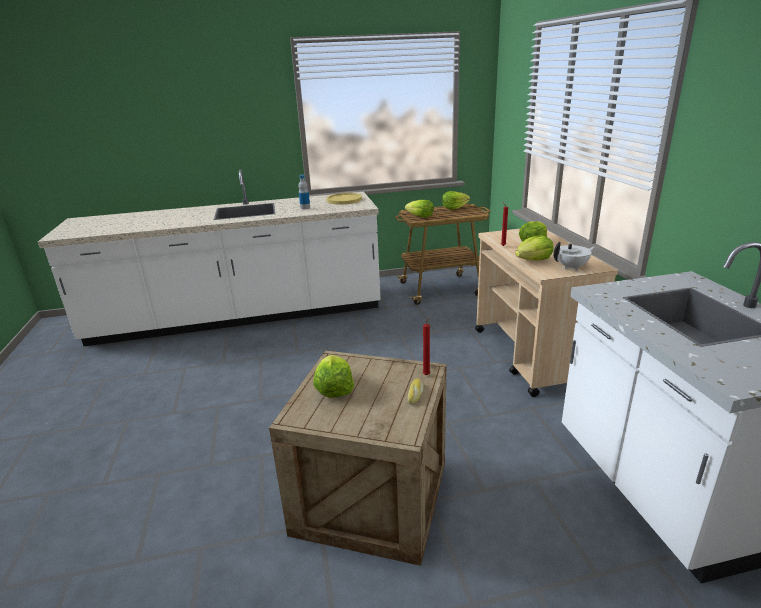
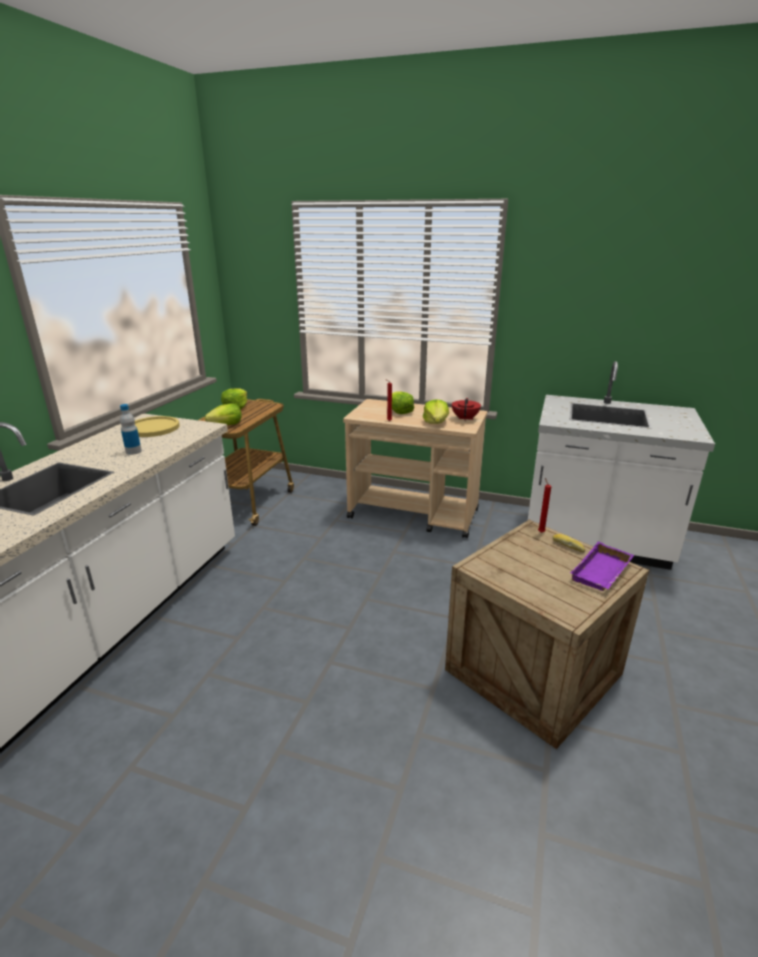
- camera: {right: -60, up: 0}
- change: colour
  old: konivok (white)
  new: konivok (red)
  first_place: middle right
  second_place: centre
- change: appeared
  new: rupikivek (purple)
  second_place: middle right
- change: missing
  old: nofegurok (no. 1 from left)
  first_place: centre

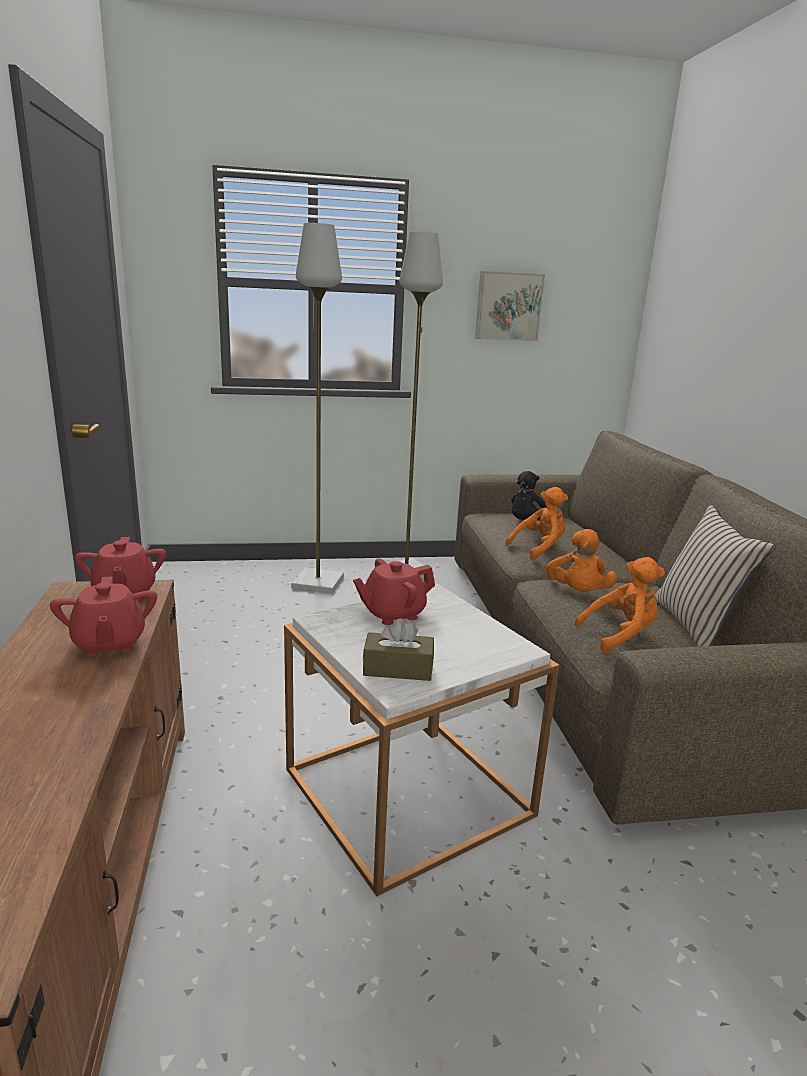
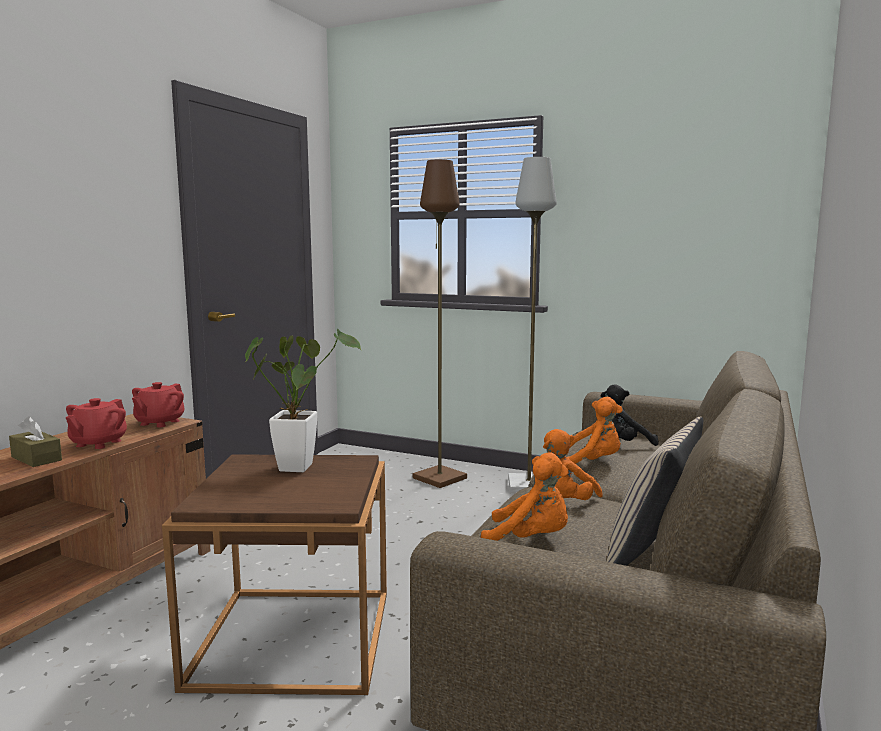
- camera: {right: 35, up: -10}
- change: relocated
  old: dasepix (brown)
  first_place: centre
  second_place: middle left
- change: colour
  old: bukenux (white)
  new: bukenux (brown)
  first_place: bottom centre
  second_place: bottom left
- change: exchanged
  old: konivok (red) (no. 3 from left)
  new: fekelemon
  first_place: centre
  second_place: centre
- change: colour
  old: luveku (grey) (no. 1 from left)
  new: luveku (brown)
  first_place: centre
  second_place: centre
- change: missing
  old: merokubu
  first_place: top centre

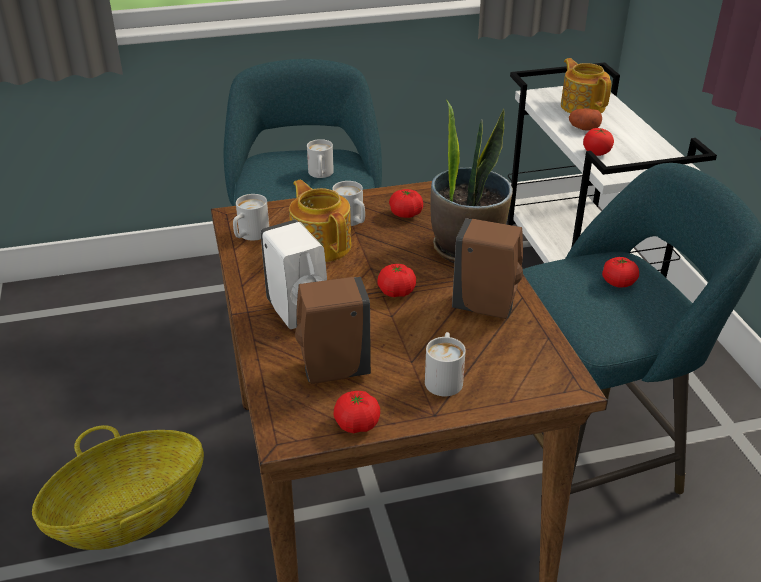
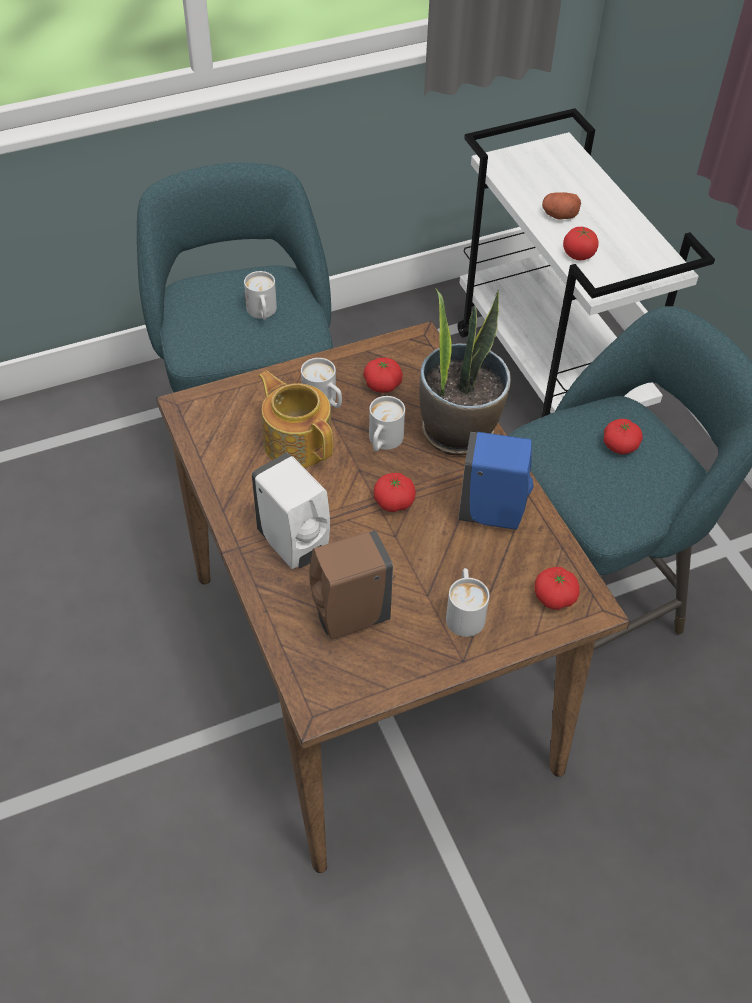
- camera: {right: -10, up: 15}
- change: relocated
  old: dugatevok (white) (no. 1 from left in the first image)
  new: dugatevok (white) (no. 3 from left)
  first_place: middle left
  second_place: centre
- change: colour
  old: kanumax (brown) (no. 2 from left)
  new: kanumax (blue)
  first_place: centre
  second_place: centre
- change: relocated
  old: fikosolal (no. 1 from left in the first image)
  new: fikosolal (no. 3 from left)
  first_place: bottom centre
  second_place: middle right
- change: missing
  old: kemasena
  first_place: bottom left
- change: missing
  old: konivok (no. 2 from left)
  first_place: top right

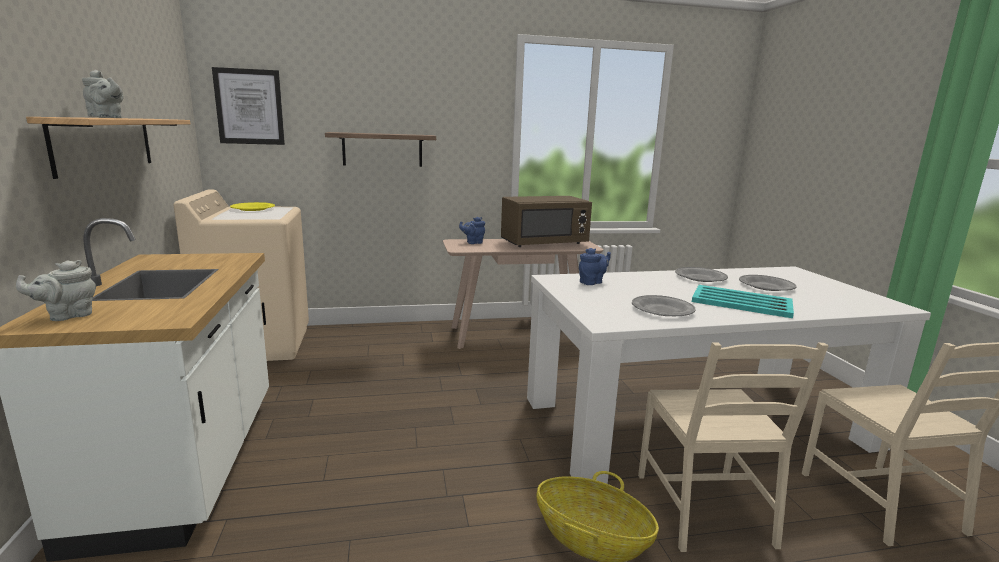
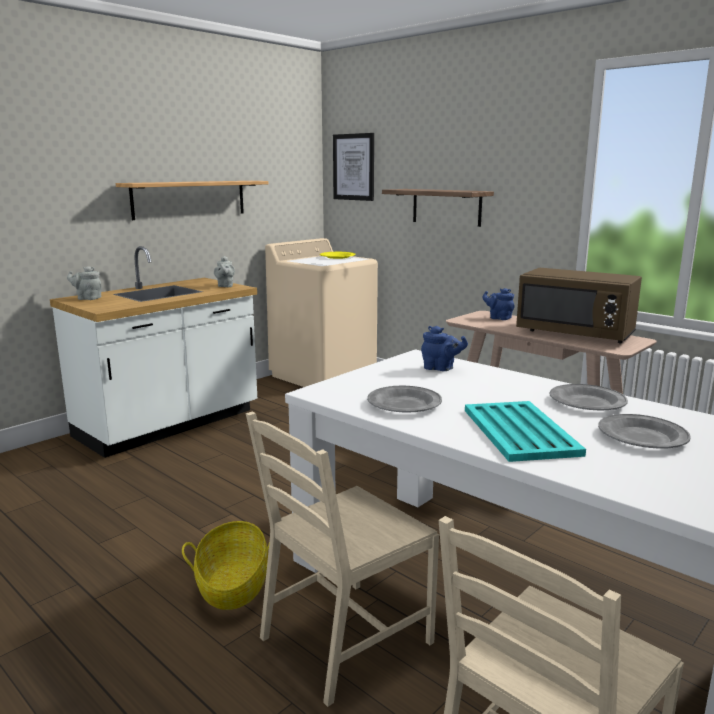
- camera: {right: 55, up: 0}
- change: relocated
  old: konivok (grey) (no. 2 from left)
  first_place: top left
  second_place: middle left

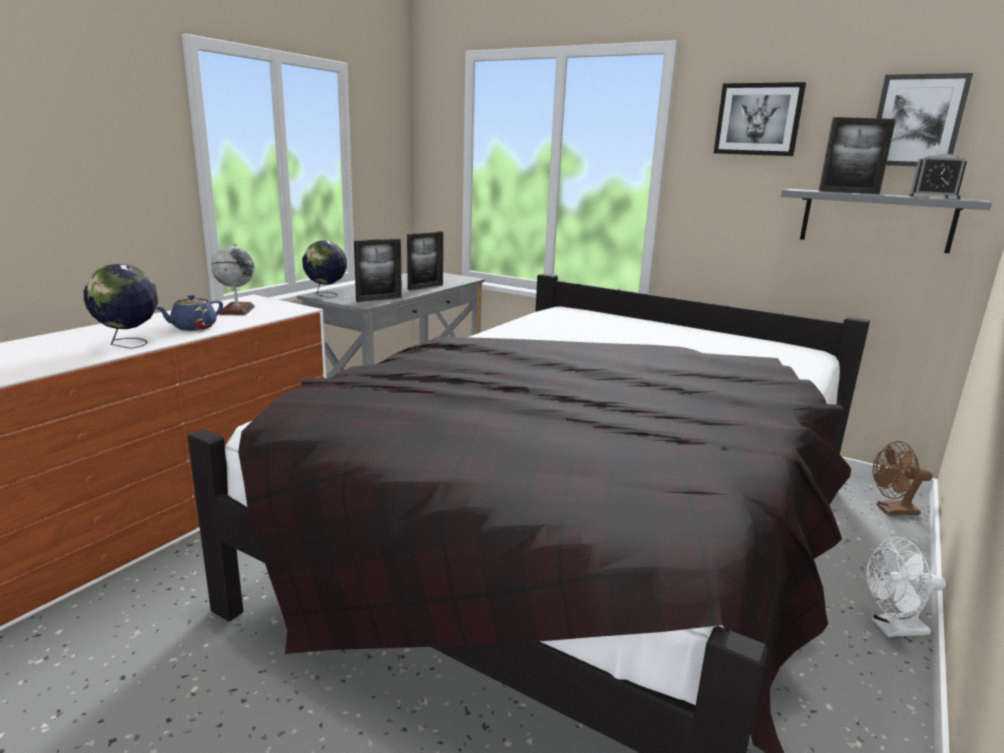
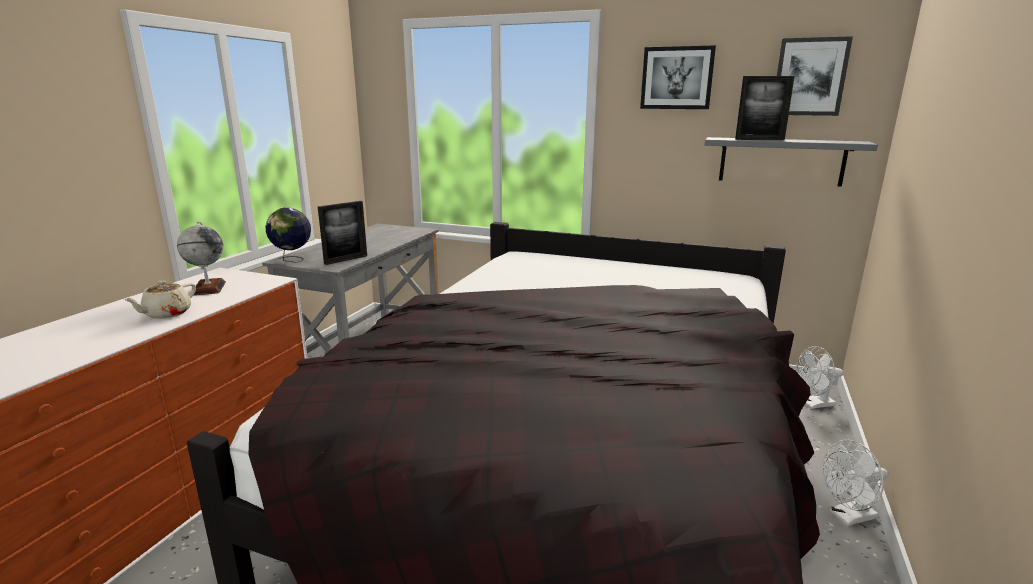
- camera: {right: -10, up: 0}
- change: colour
  old: konivok (blue)
  new: konivok (beige)
  first_place: middle left
  second_place: middle left
- change: colour
  old: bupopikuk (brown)
  new: bupopikuk (white) (no. 1 from left)
  first_place: middle right
  second_place: middle right
- change: missing
  old: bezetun (no. 1 from left)
  first_place: middle left
- change: missing
  old: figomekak (no. 2 from left)
  first_place: centre
- change: missing
  old: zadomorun
  first_place: top right

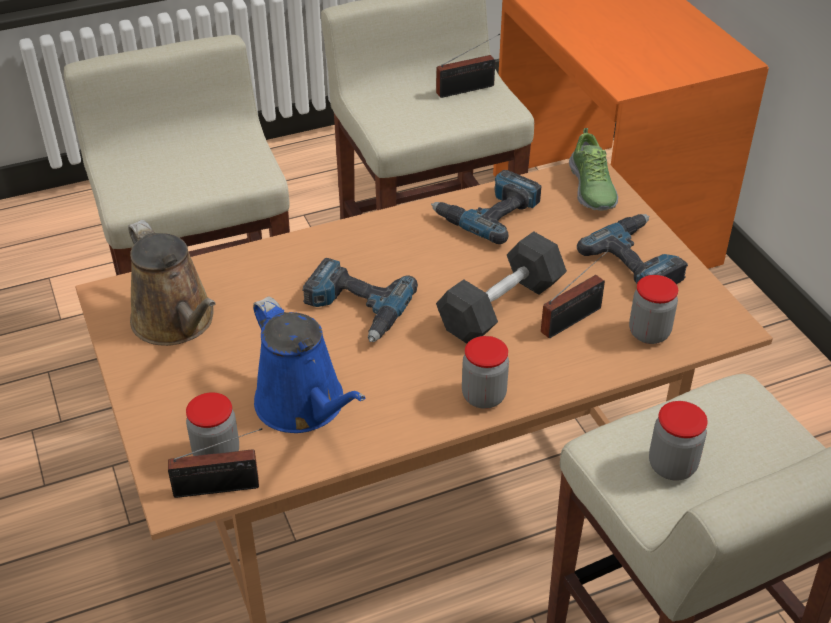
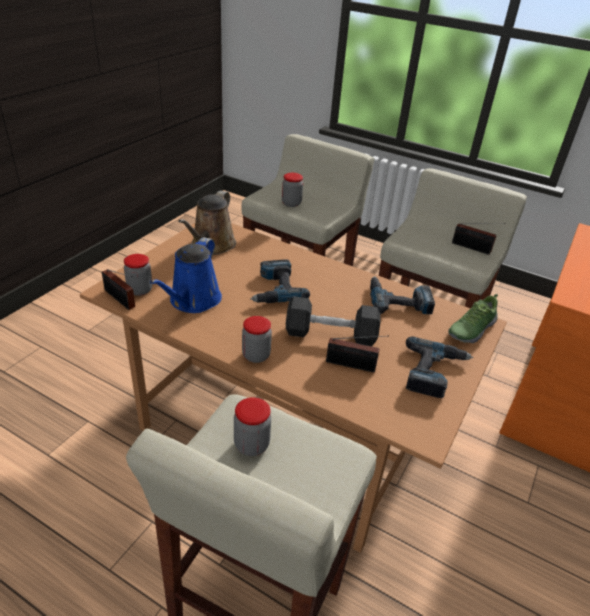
- camera: {right: 50, up: -5}
- change: relocated
  old: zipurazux (no. 3 from left in the first image)
  new: zipurazux (no. 4 from left)
  first_place: middle right
  second_place: top centre

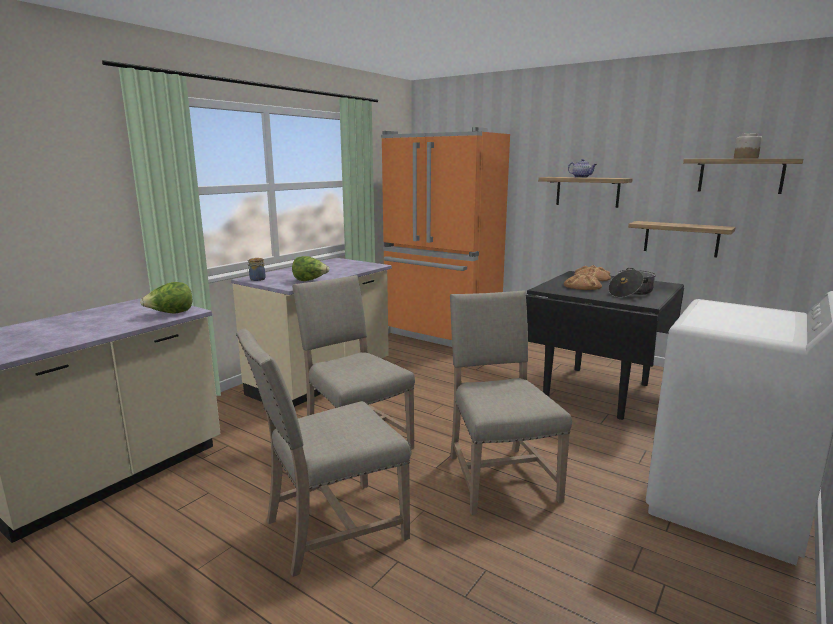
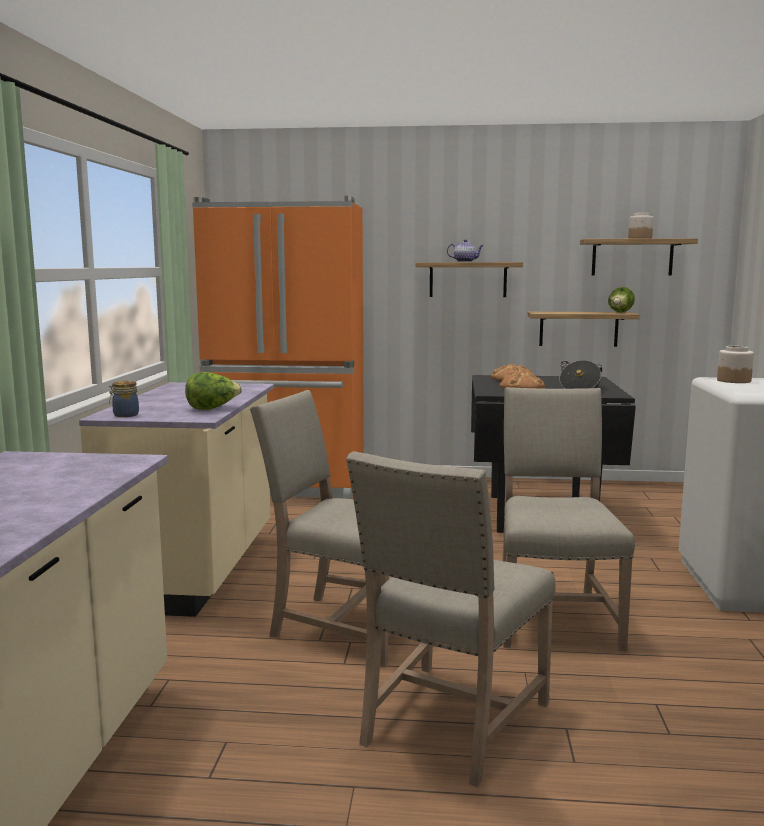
- camera: {right: -30, up: -5}
- change: spun
  old: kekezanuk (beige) (no. 3 from left)
  first_place: centre
  second_place: middle right
  degrees: 45
- change: relocated
  old: nofegurok (no. 1 from left in the first image)
  new: nofegurok (no. 2 from left)
  first_place: middle left
  second_place: middle right
- change: appeared
  new: zipurazux (no. 3 from left)
  second_place: middle right

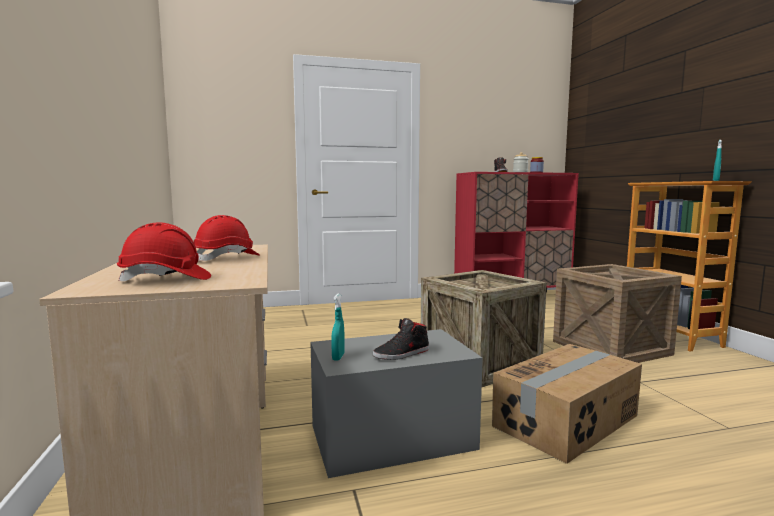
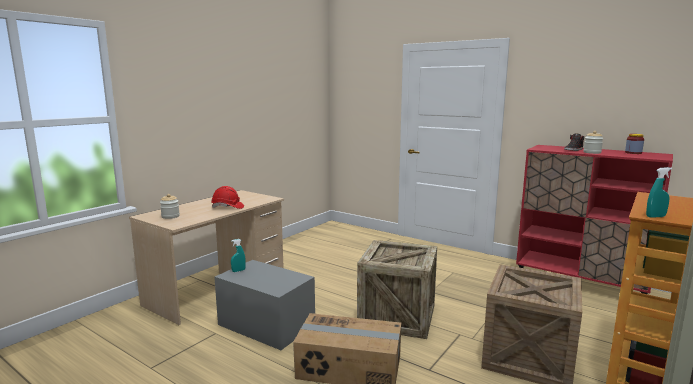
- camera: {right: 50, up: 5}
- change: exchanged
  old: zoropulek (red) (no. 1 from left)
  new: zipurazux (no. 1 from left)
  first_place: middle left
  second_place: middle left
- change: missing
  old: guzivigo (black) (no. 1 from left)
  first_place: centre

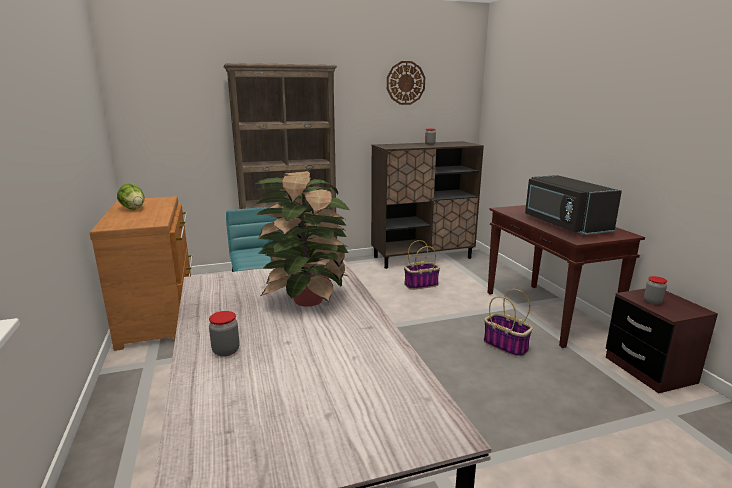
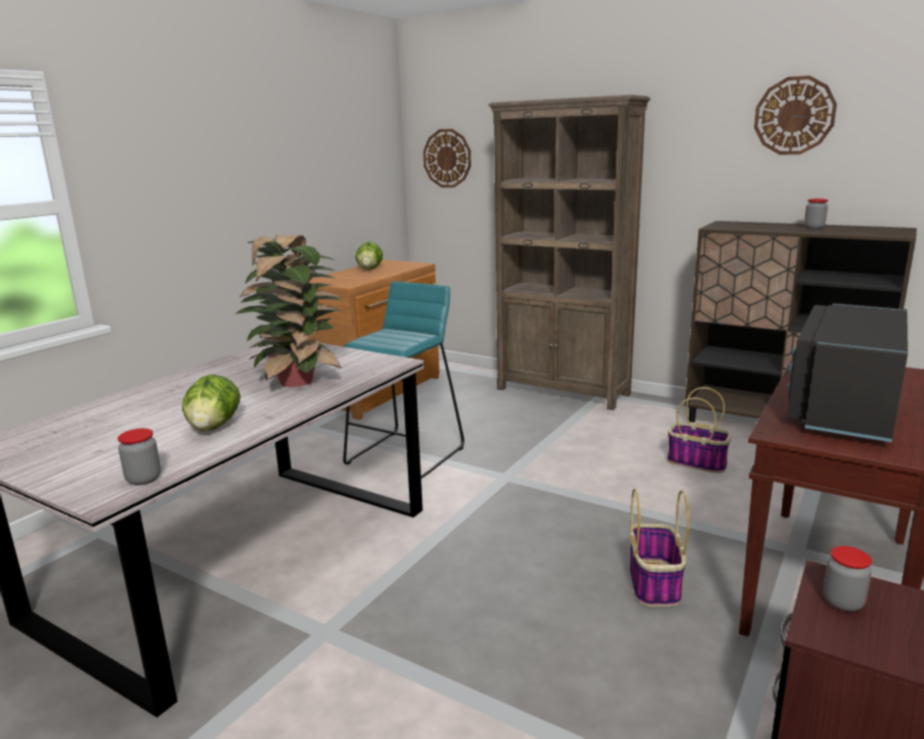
- camera: {right: 50, up: 0}
- change: relocated
  old: zipurazux (no. 1 from left)
  first_place: bottom left
  second_place: middle left
- change: appeared
  new: nofegurok (no. 1 from left)
  second_place: middle left
- change: appeared
  new: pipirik (no. 1 from left)
  second_place: top centre

